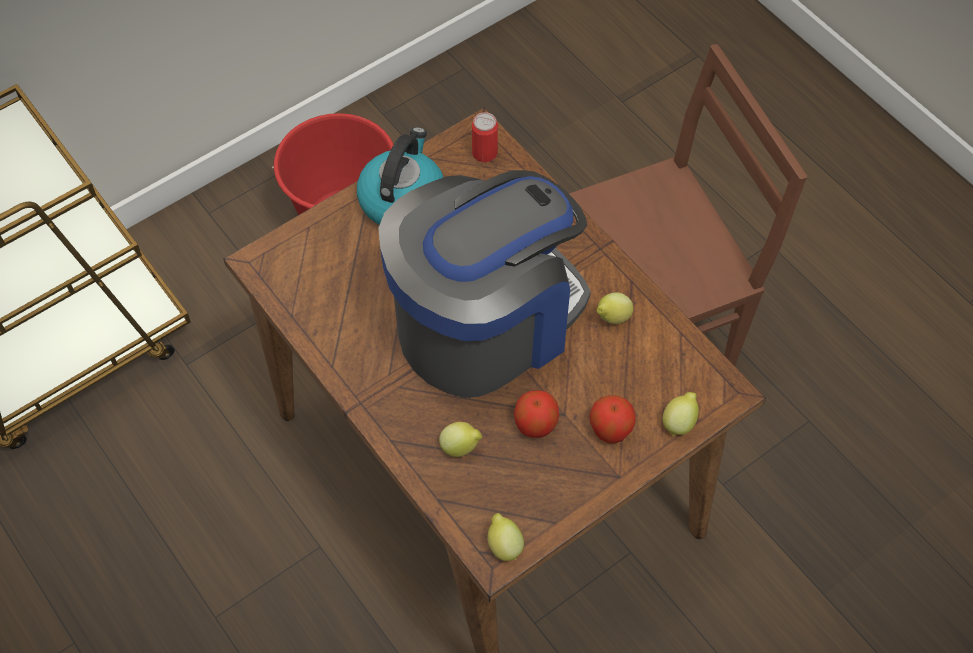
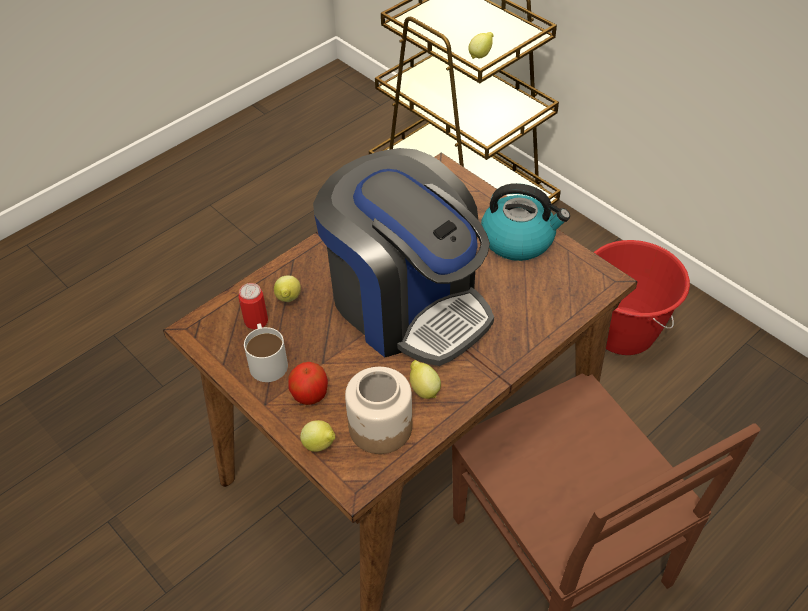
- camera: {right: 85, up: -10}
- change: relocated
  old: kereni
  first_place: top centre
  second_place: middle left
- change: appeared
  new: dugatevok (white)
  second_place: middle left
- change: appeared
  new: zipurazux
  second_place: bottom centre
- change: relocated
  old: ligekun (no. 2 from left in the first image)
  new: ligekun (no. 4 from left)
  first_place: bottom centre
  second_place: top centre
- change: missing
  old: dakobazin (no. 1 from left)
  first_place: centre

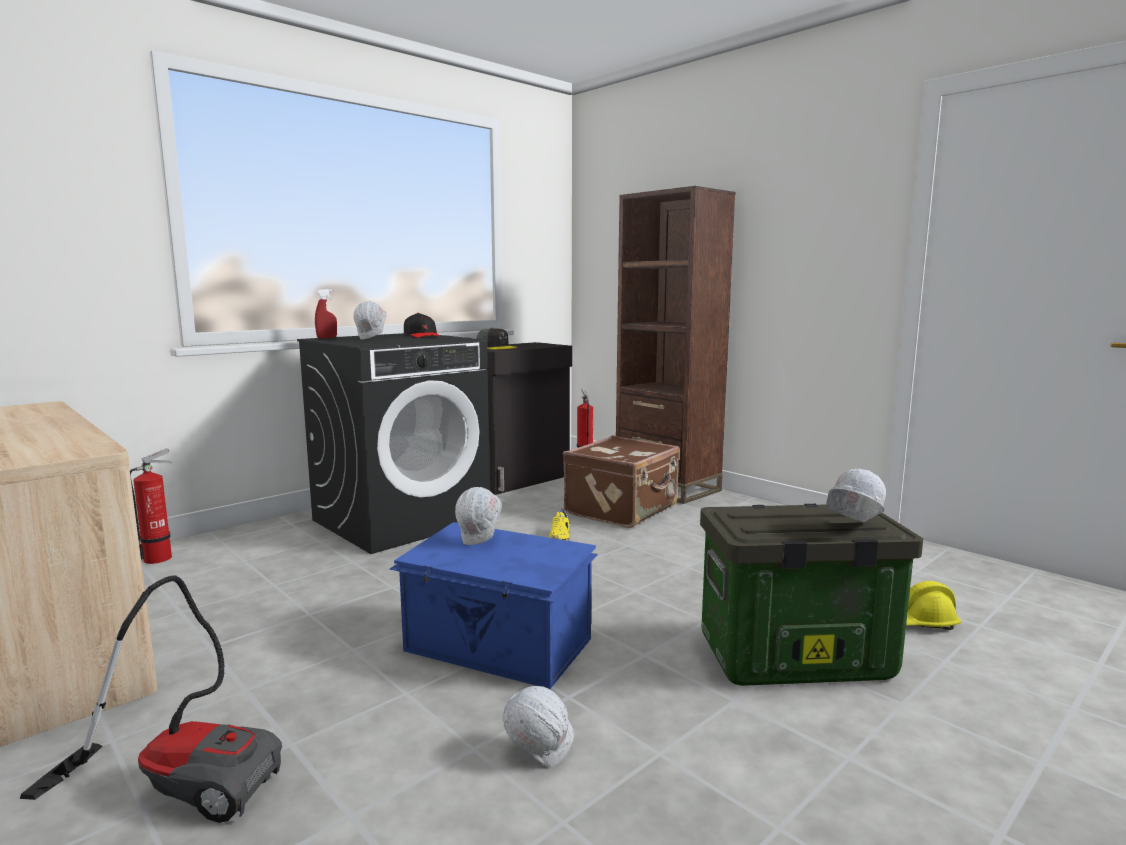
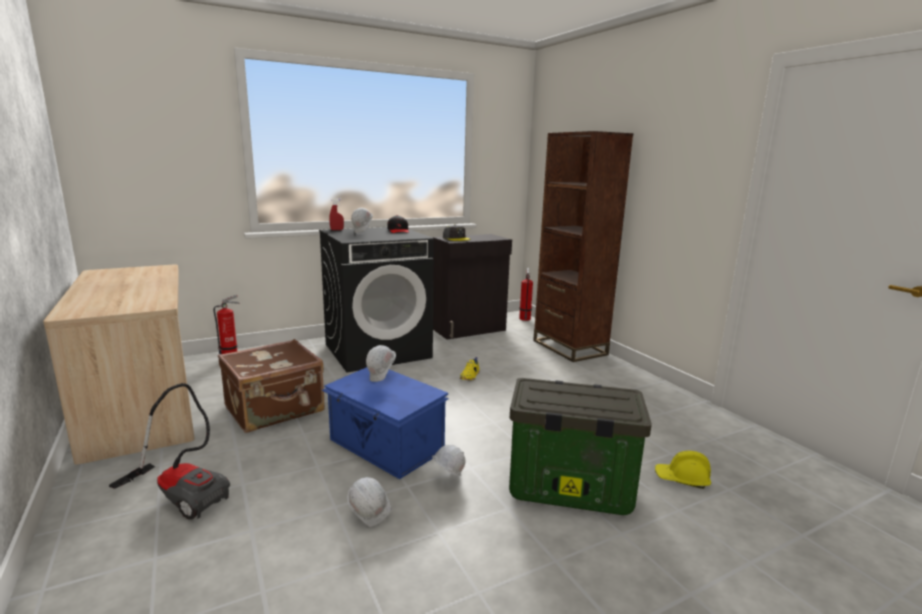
- camera: {right: 15, up: 5}
- change: relocated
  old: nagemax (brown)
  first_place: centre
  second_place: middle left
- change: relocated
  old: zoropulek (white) (no. 4 from left)
  first_place: middle right
  second_place: bottom centre

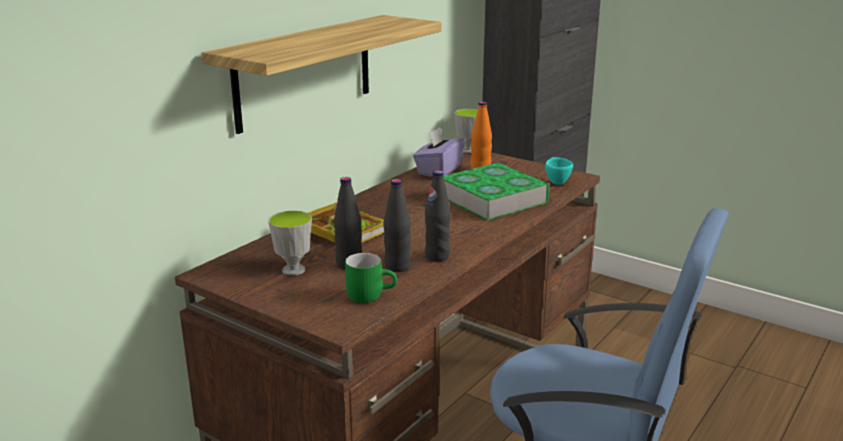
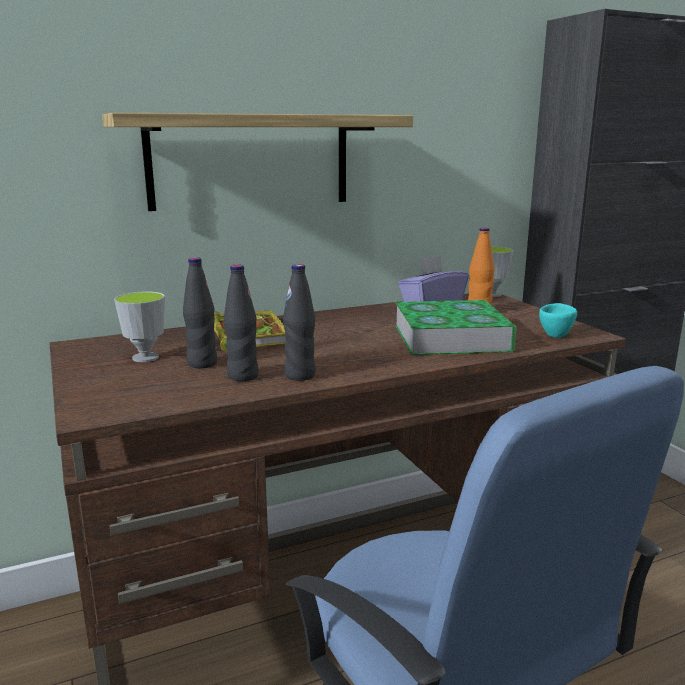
- camera: {right: 30, up: -5}
- change: missing
  old: dugatevok (green)
  first_place: centre

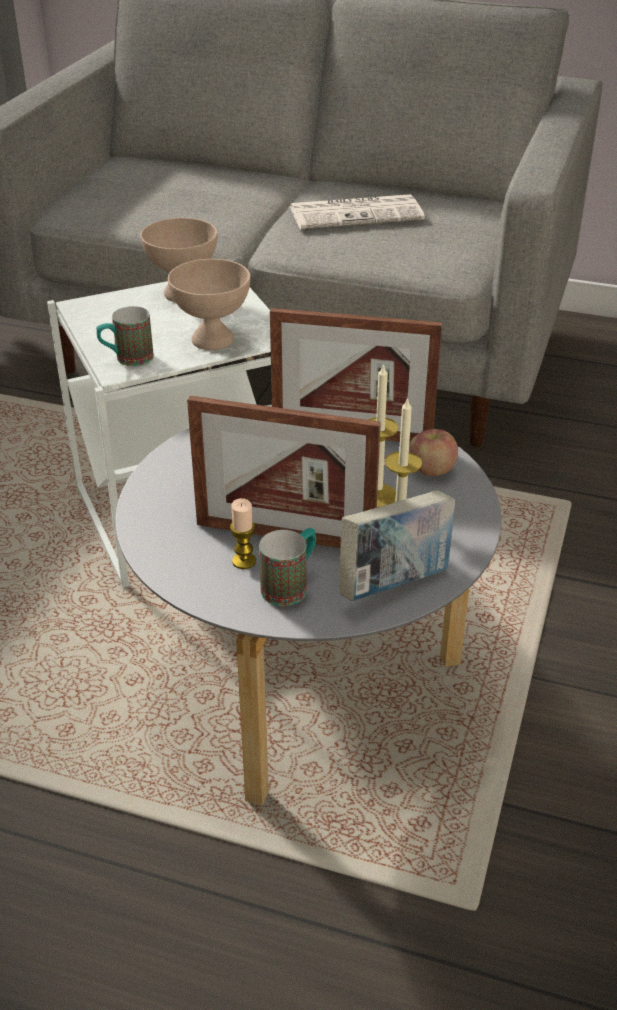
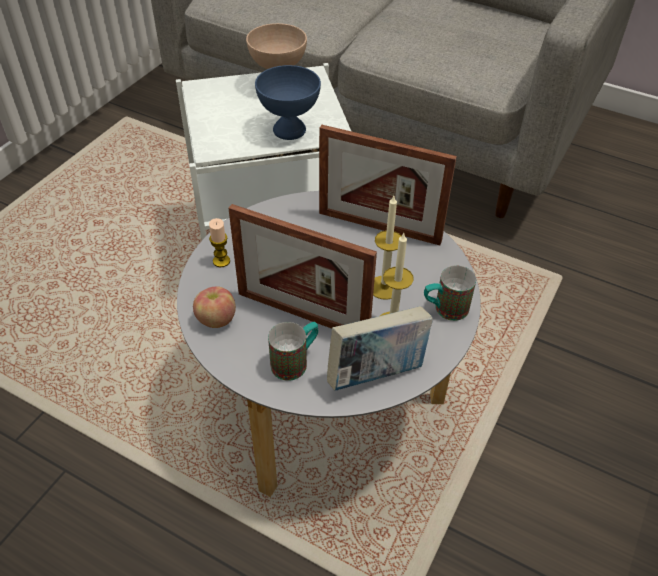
- camera: {right: 10, up: 10}
- change: relocated
  old: dakobazin
  first_place: middle right
  second_place: middle left
- change: relocated
  old: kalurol (no. 1 from left)
  first_place: centre
  second_place: middle left
- change: colour
  old: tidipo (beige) (no. 2 from left)
  new: tidipo (blue)
  first_place: top centre
  second_place: top centre
- change: relocated
  old: dugatevok (no. 1 from left in the first image)
  new: dugatevok (no. 2 from left)
  first_place: top left
  second_place: middle right
- change: missing
  old: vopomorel
  first_place: top centre

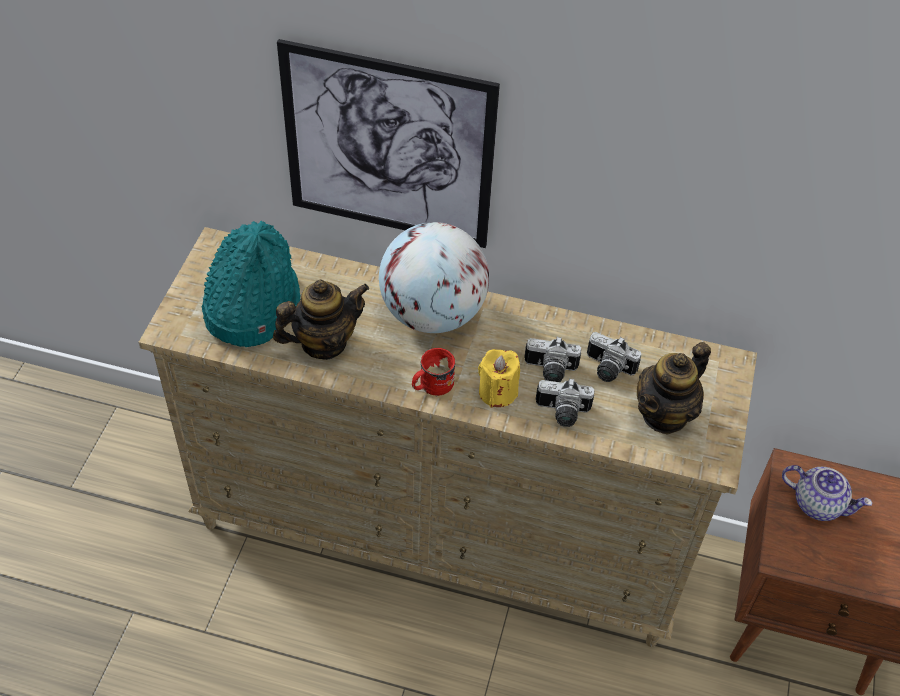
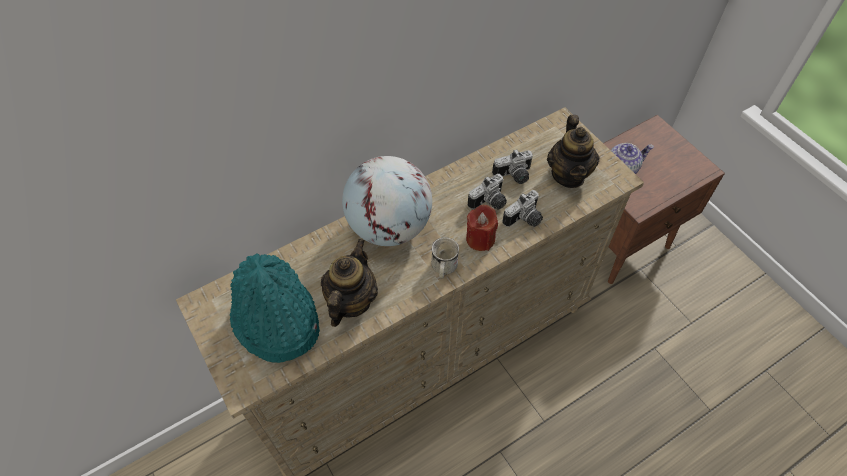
- camera: {right: -45, up: 5}
- change: colour
  old: dugatevok (red)
  new: dugatevok (white)
  first_place: centre
  second_place: centre
- change: colour
  old: kalurol (yellow)
  new: kalurol (red)
  first_place: centre
  second_place: centre
- change: missing
  old: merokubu
  first_place: top centre

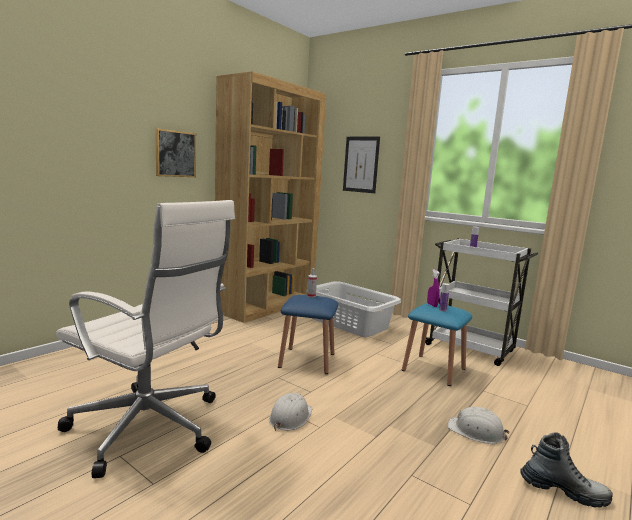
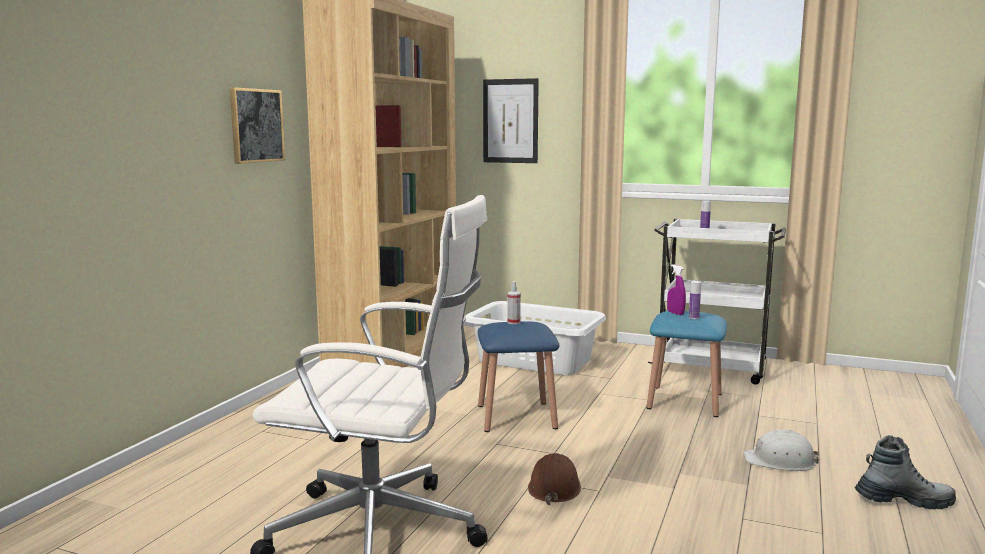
- camera: {right: -15, up: 0}
- change: colour
  old: zoropulek (white) (no. 1 from left)
  new: zoropulek (brown)
  first_place: bottom centre
  second_place: bottom centre

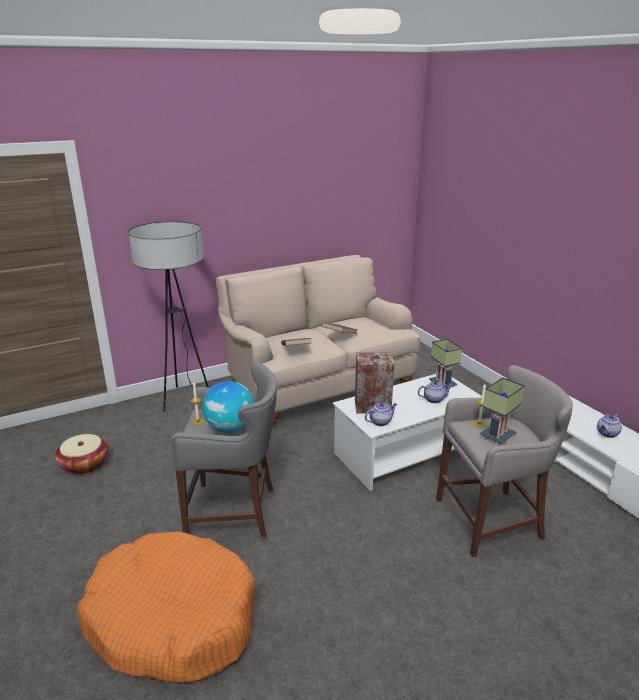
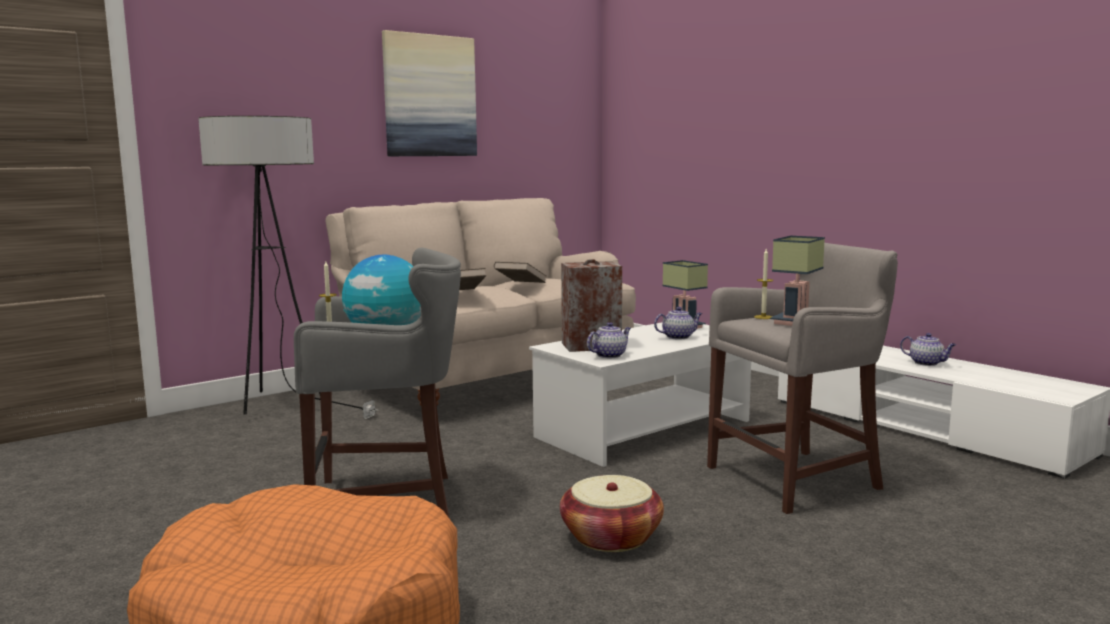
- camera: {right: -10, up: -15}
- change: appeared
  new: merokubu
  second_place: top centre
- change: relocated
  old: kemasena
  first_place: middle left
  second_place: bottom centre
- change: spun
  old: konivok (no. 3 from left)
  first_place: middle right
  second_place: middle right
  degrees: -90

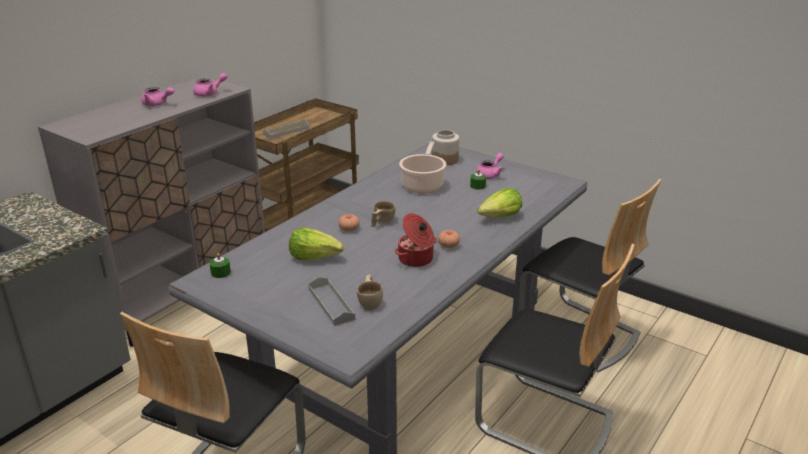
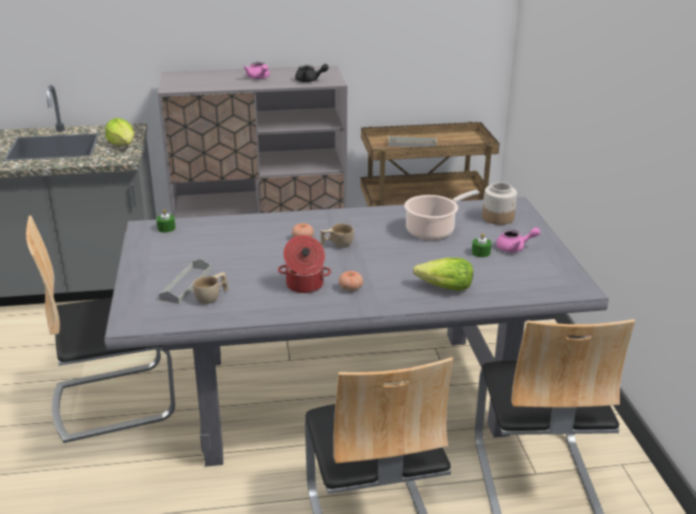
- camera: {right: 45, up: 0}
- change: relocated
  old: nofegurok (no. 1 from left)
  first_place: centre
  second_place: top left
- change: colour
  old: konivok (pink) (no. 2 from left)
  new: konivok (black)
  first_place: top left
  second_place: top centre

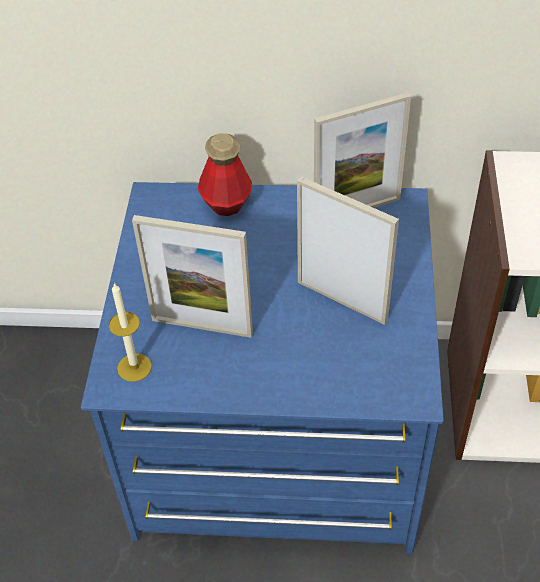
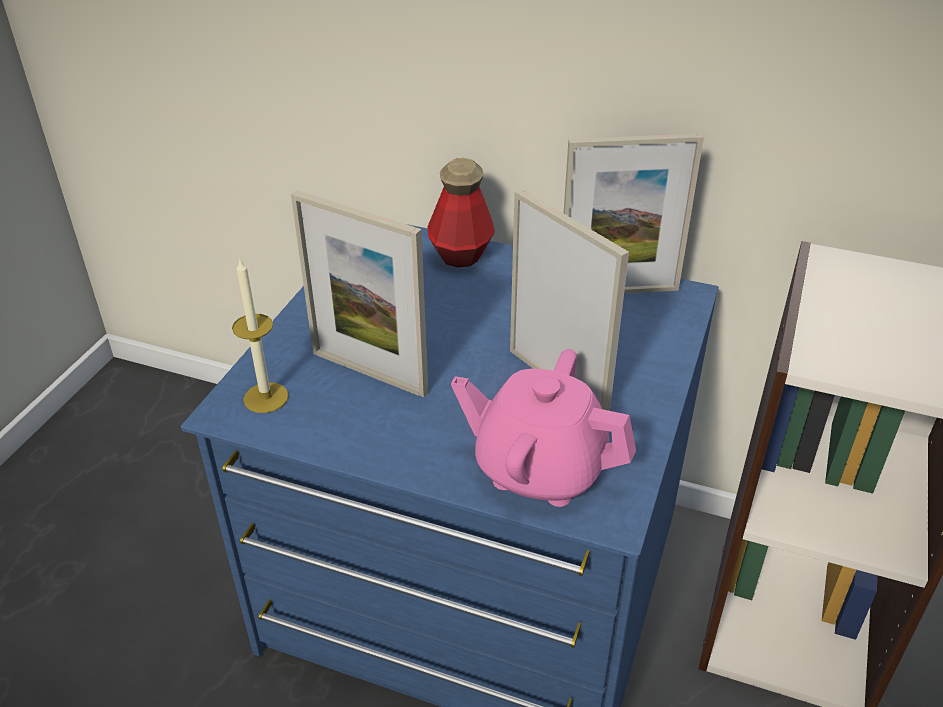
- camera: {right: 15, up: -10}
- change: appeared
  new: konivok (pink)
  second_place: centre

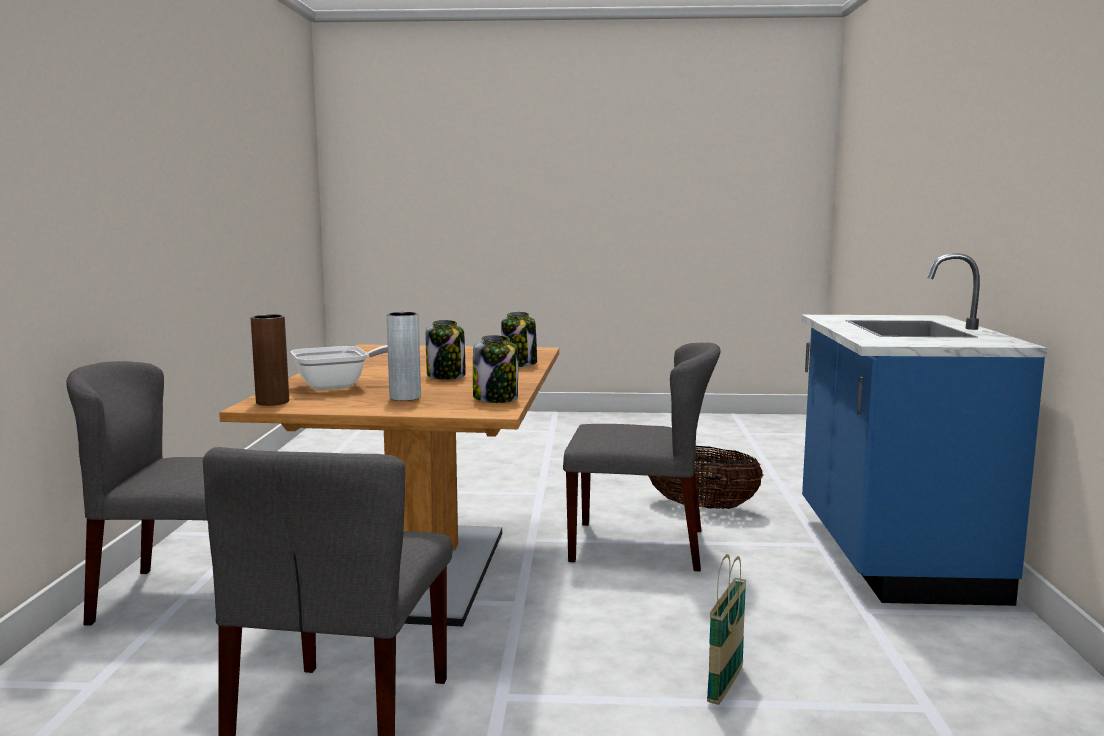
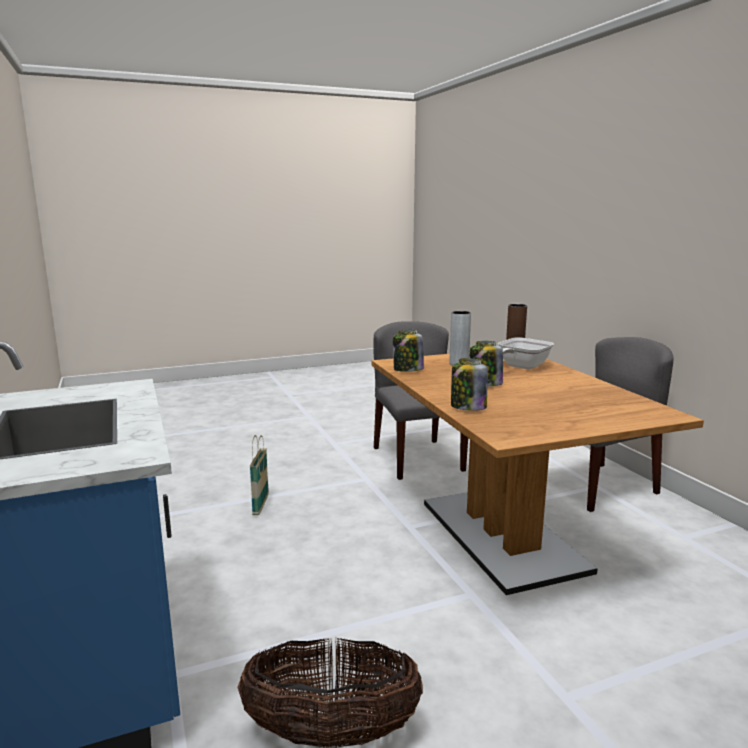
- camera: {right: 155, up: 5}
- change: missing
  old: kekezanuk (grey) (no. 3 from left)
  first_place: centre

